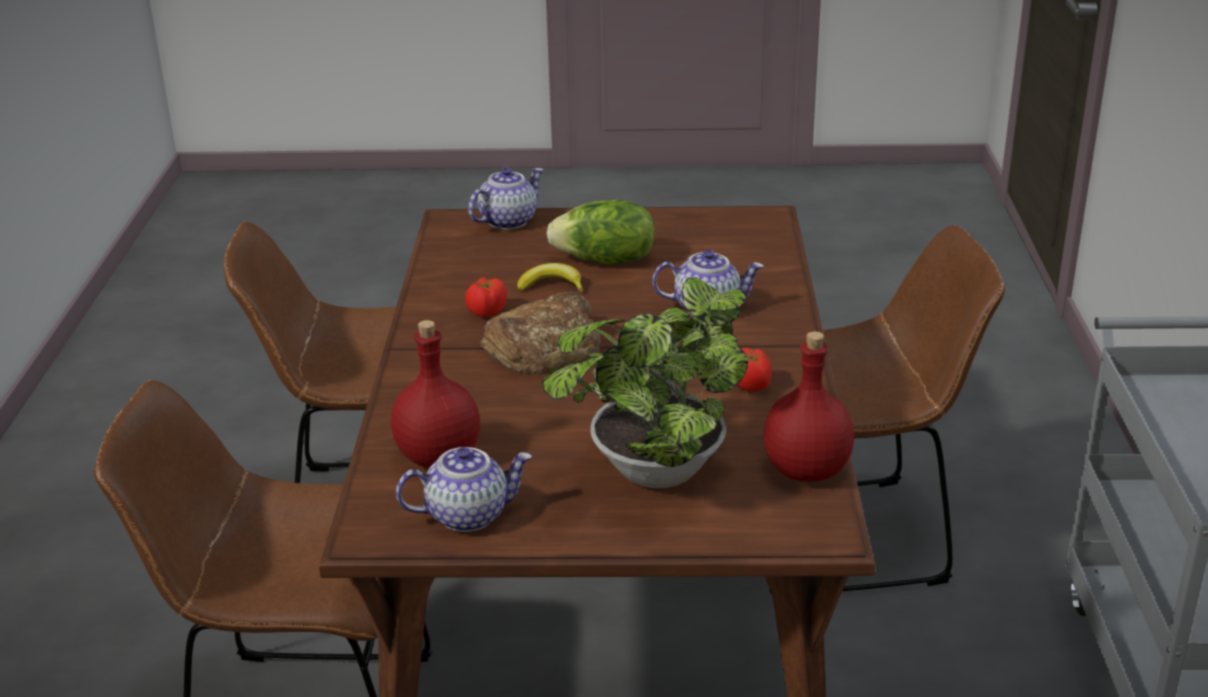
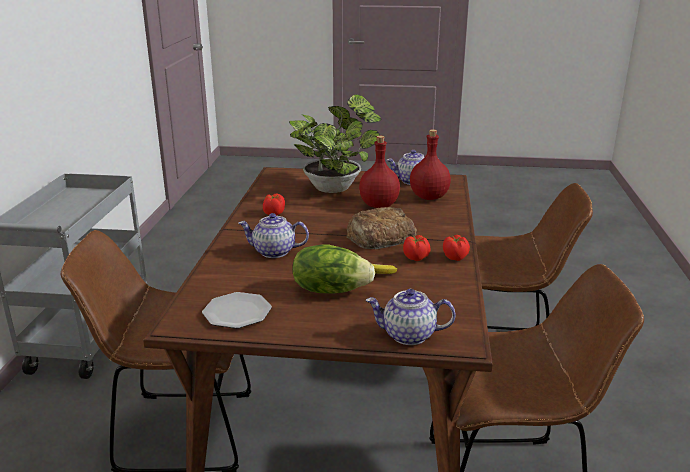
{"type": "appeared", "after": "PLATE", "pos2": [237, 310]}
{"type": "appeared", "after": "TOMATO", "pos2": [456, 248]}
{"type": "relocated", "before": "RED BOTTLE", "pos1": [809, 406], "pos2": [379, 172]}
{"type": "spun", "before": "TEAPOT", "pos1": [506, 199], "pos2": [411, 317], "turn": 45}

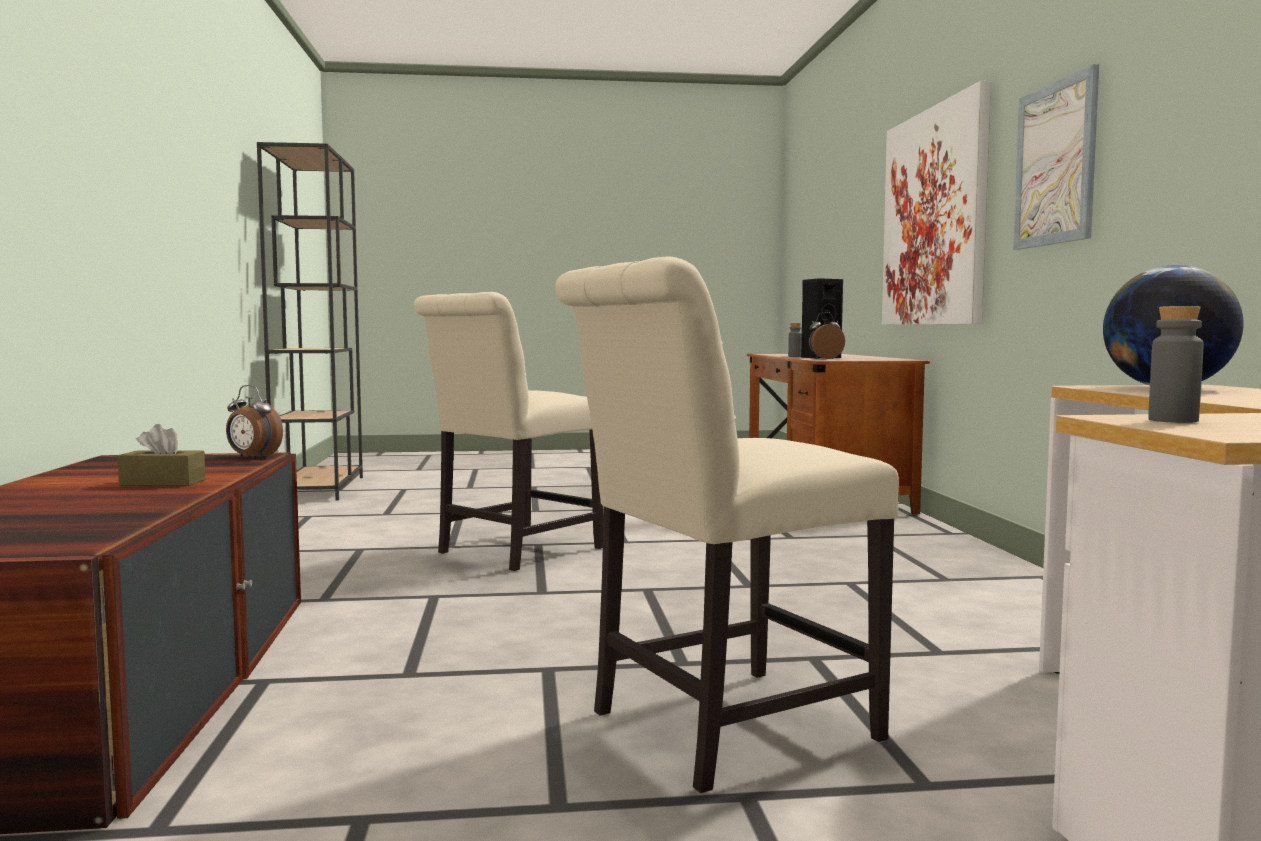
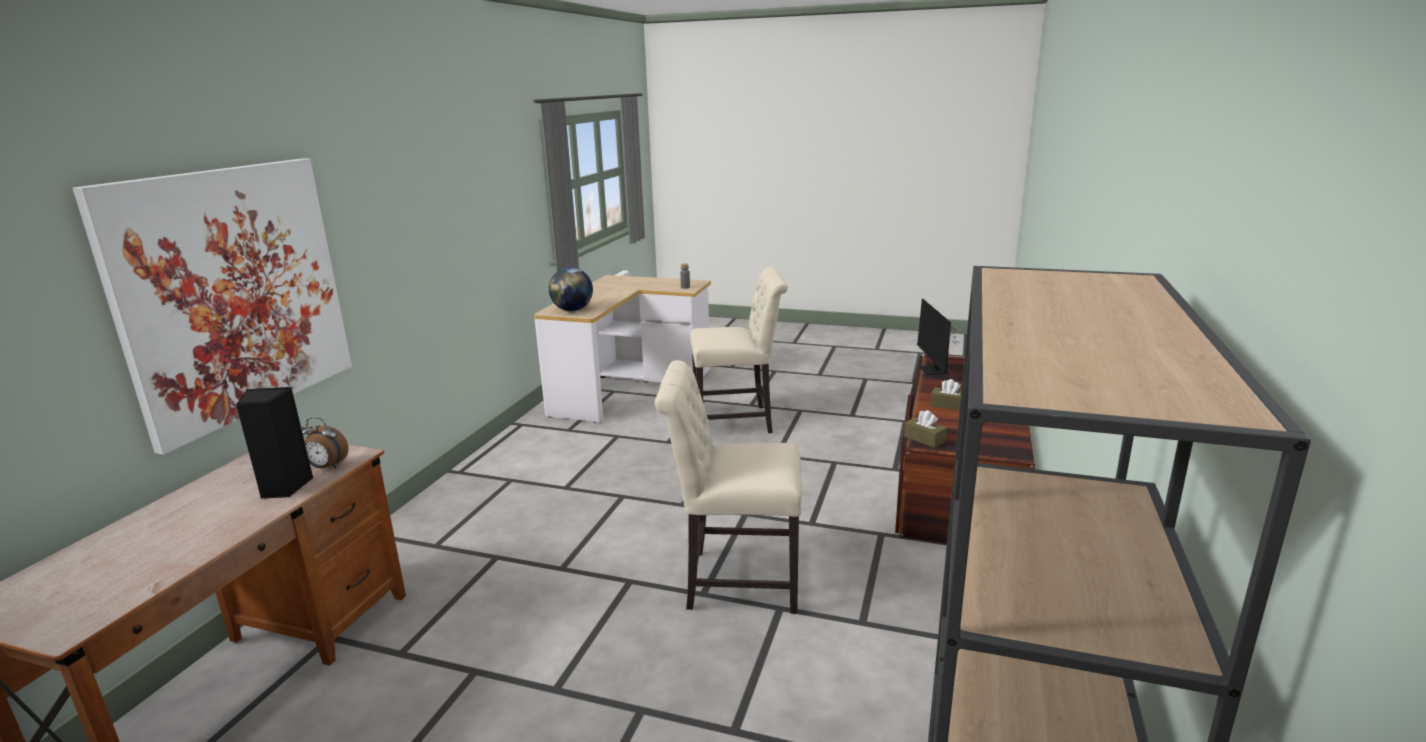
{"type": "missing", "before": "GREY BOTTLE", "pos1": [795, 340]}
{"type": "missing", "before": "PICTURE", "pos1": [1056, 157]}
{"type": "appeared", "after": "MONITOR", "pos2": [938, 336]}
{"type": "exchanged", "before": "ALARM CLOCK", "after": "BROWN TISSUE BOX", "pos1": [254, 422], "pos2": [925, 429]}
{"type": "spun", "before": "BEIGE CHAIR", "pos1": [508, 431], "pos2": [728, 487], "turn": -150}

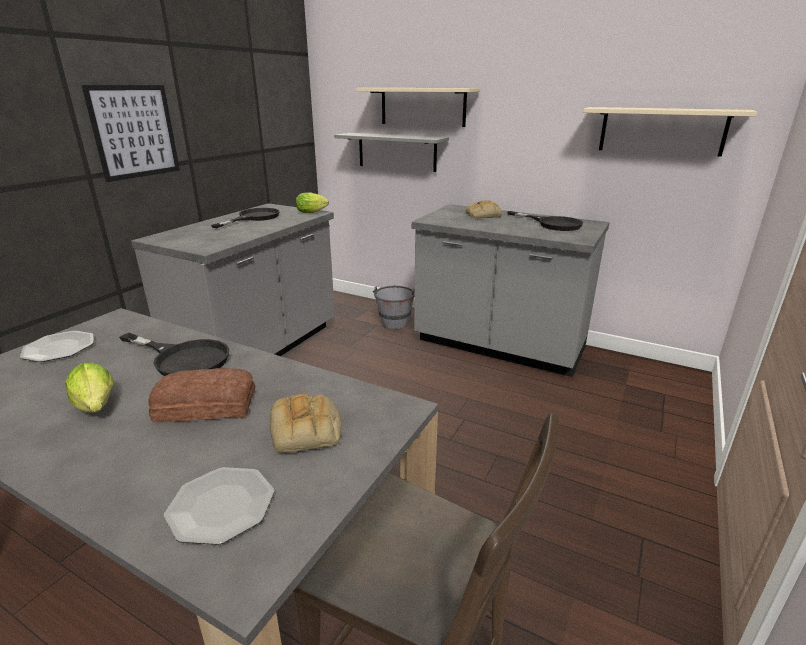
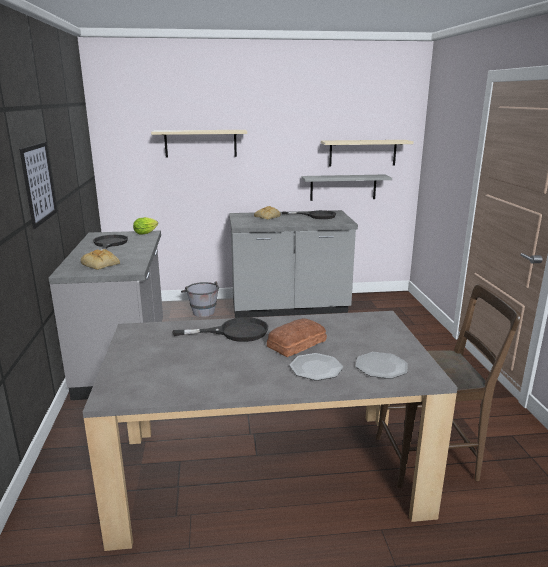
{"type": "missing", "before": "LETTUCE", "pos1": [89, 387]}
{"type": "relocated", "before": "PLATE", "pos1": [57, 346], "pos2": [316, 367]}
{"type": "relocated", "before": "BREAD", "pos1": [306, 423], "pos2": [100, 259]}
{"type": "relocated", "before": "GREY SHELF", "pos1": [391, 152], "pos2": [347, 188]}

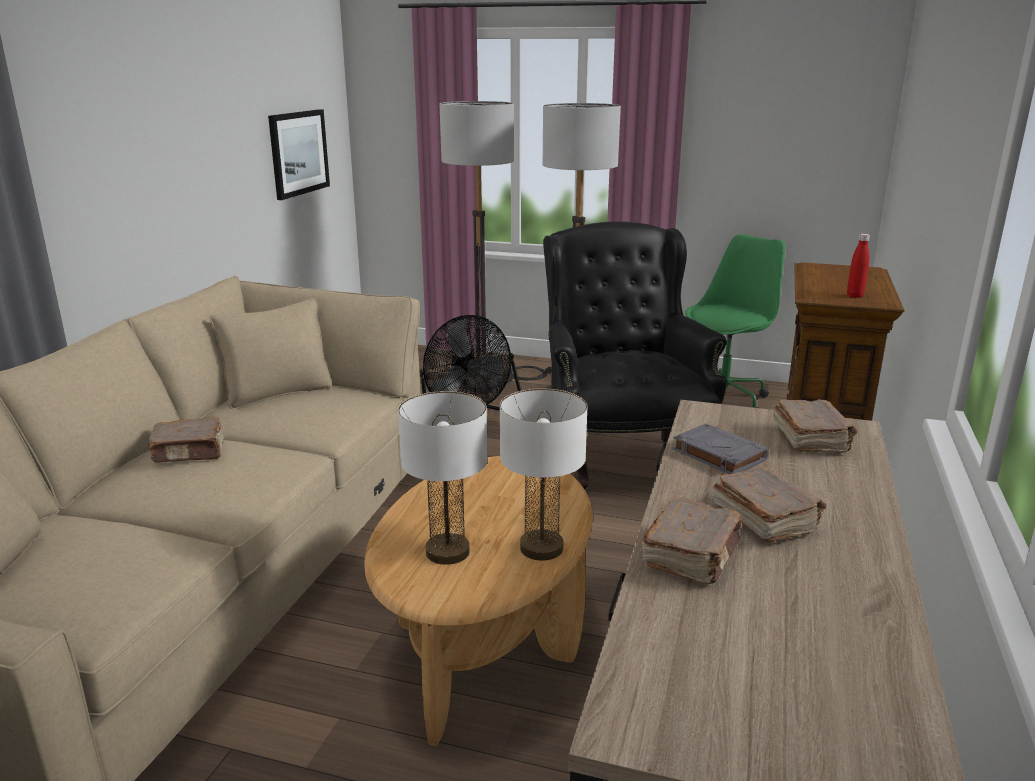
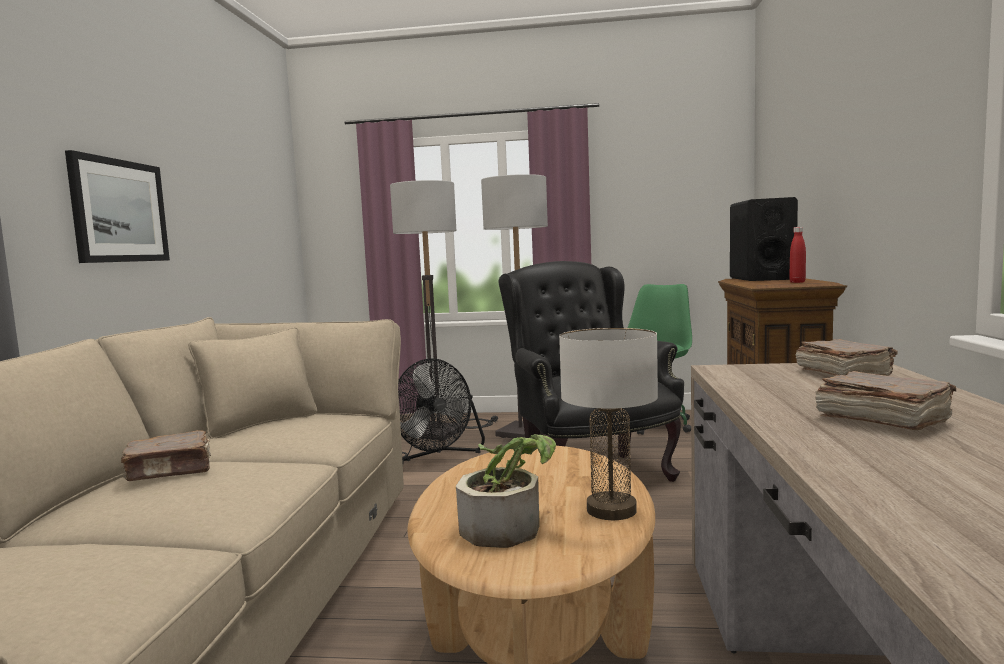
{"type": "missing", "before": "BROWN BOOK", "pos1": [692, 540]}
{"type": "missing", "before": "GREY BOOK", "pos1": [720, 448]}
{"type": "appeared", "after": "BLACK SPEAKER", "pos2": [764, 239]}
{"type": "relocated", "before": "PICTURE", "pos1": [299, 154], "pos2": [117, 206]}
{"type": "exchanged", "before": "TABLE LAMP", "after": "POTTED PLANT", "pos1": [442, 478], "pos2": [506, 491]}

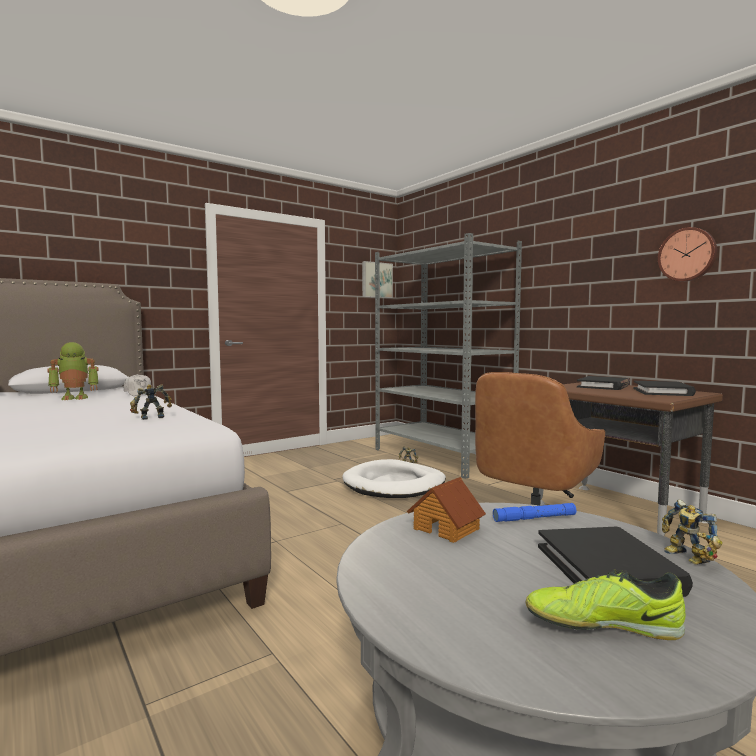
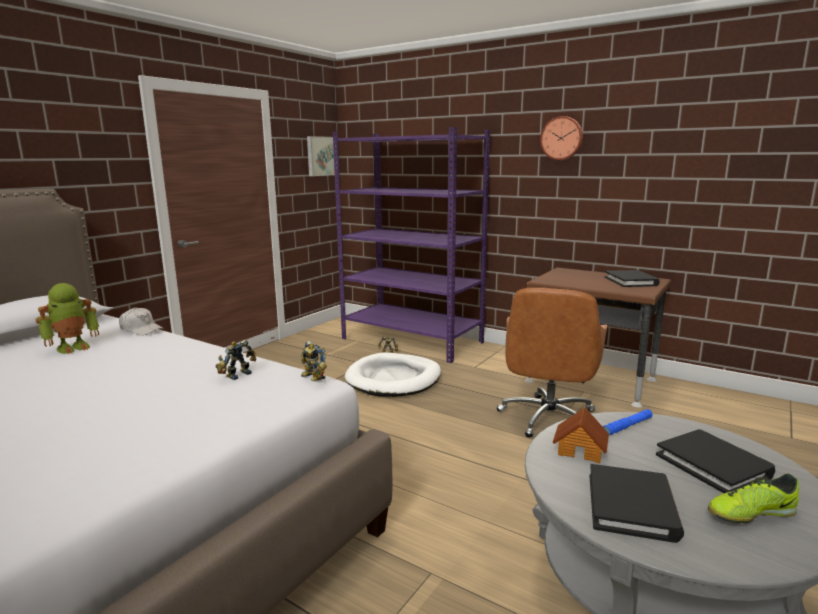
{"type": "relocated", "before": "BLACK BOOK", "pos1": [603, 383], "pos2": [637, 503]}
{"type": "relocated", "before": "WALL CLOCK", "pos1": [687, 254], "pos2": [561, 138]}
{"type": "relocated", "before": "TOY ROBOT", "pos1": [692, 532], "pos2": [314, 360]}
{"type": "colour", "before": "GREY BOOKCASE", "after": "PURPLE BOOKCASE", "pos1": [448, 356], "pos2": [411, 245]}

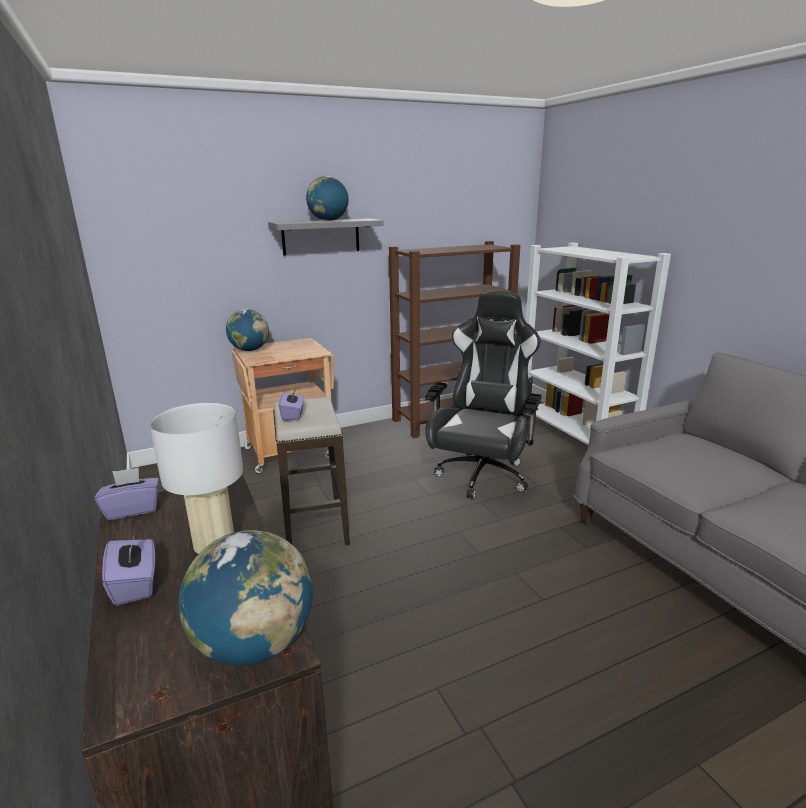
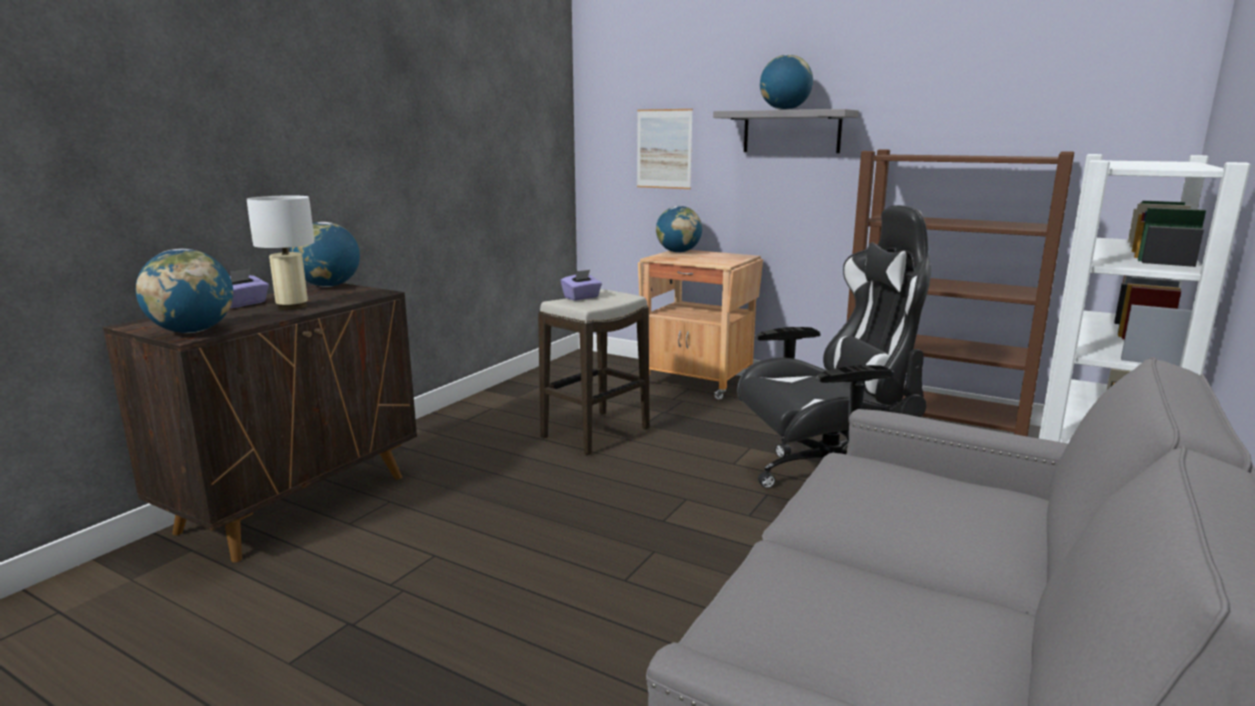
{"type": "appeared", "after": "PICTURE", "pos2": [665, 149]}
{"type": "exchanged", "before": "PURPLE TISSUE BOX", "after": "GLOBE", "pos1": [127, 493], "pos2": [325, 254]}

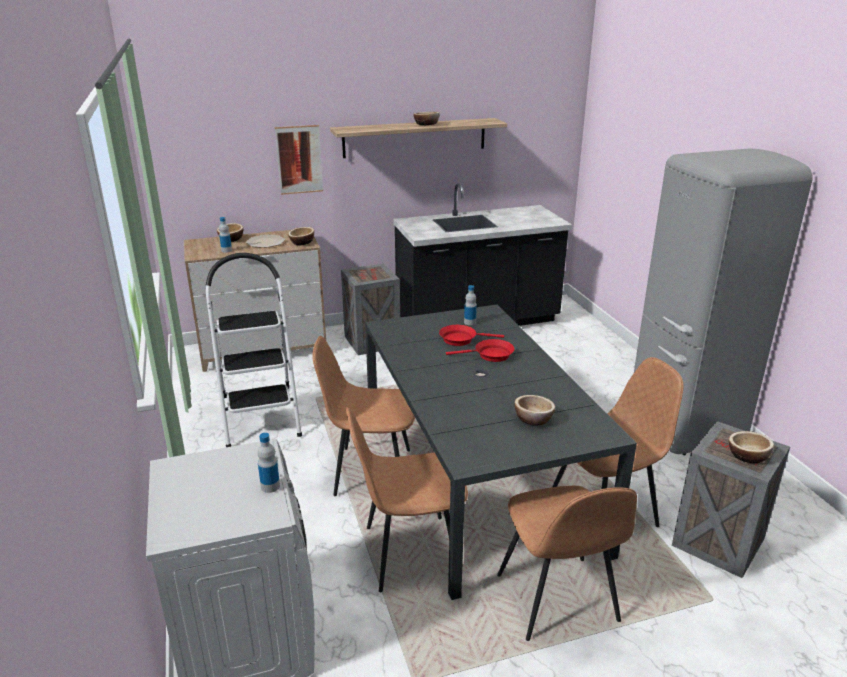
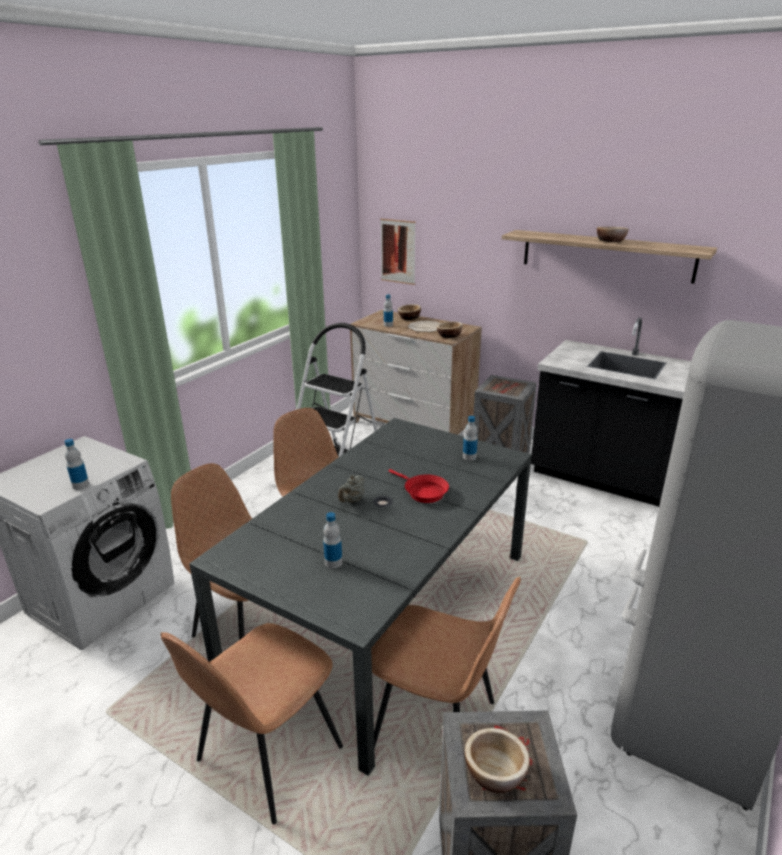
{"type": "missing", "before": "RED FRYING PAN", "pos1": [471, 335]}
{"type": "appeared", "after": "GREY TEAPOT", "pos2": [351, 489]}
{"type": "relocated", "before": "PICTURE", "pos1": [299, 160], "pos2": [398, 252]}
{"type": "exchanged", "before": "BOWL", "after": "BOTTLE", "pos1": [535, 410], "pos2": [333, 540]}

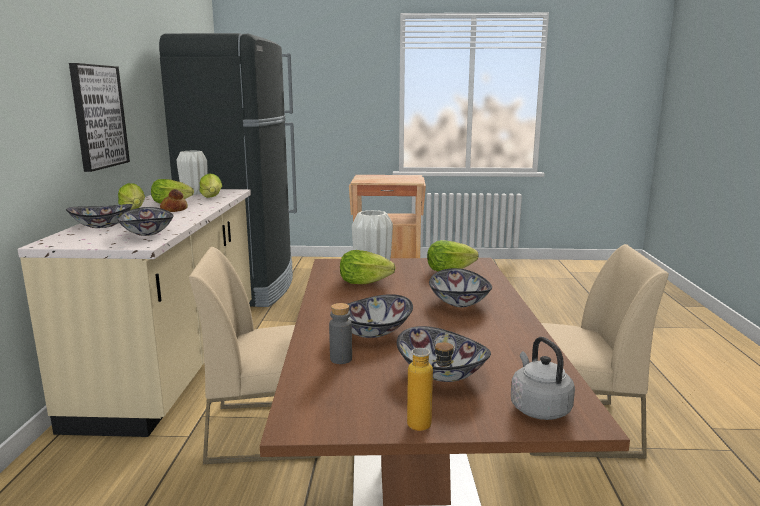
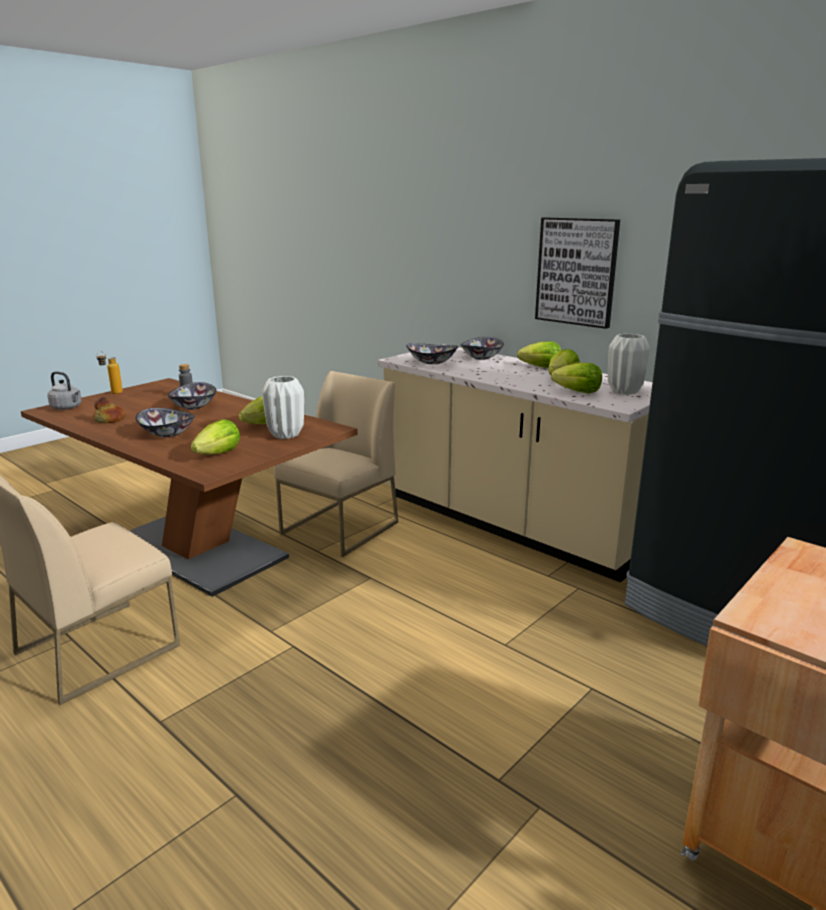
{"type": "missing", "before": "BOWL", "pos1": [444, 354]}
{"type": "relocated", "before": "BREAD", "pos1": [174, 200], "pos2": [109, 410]}

